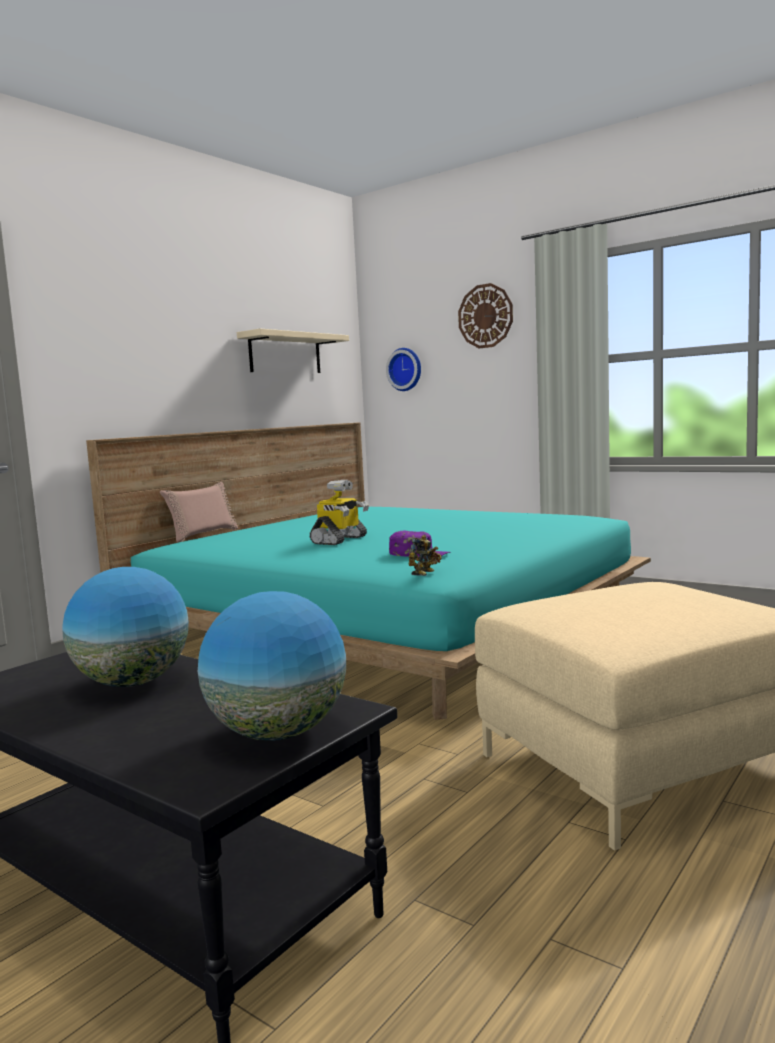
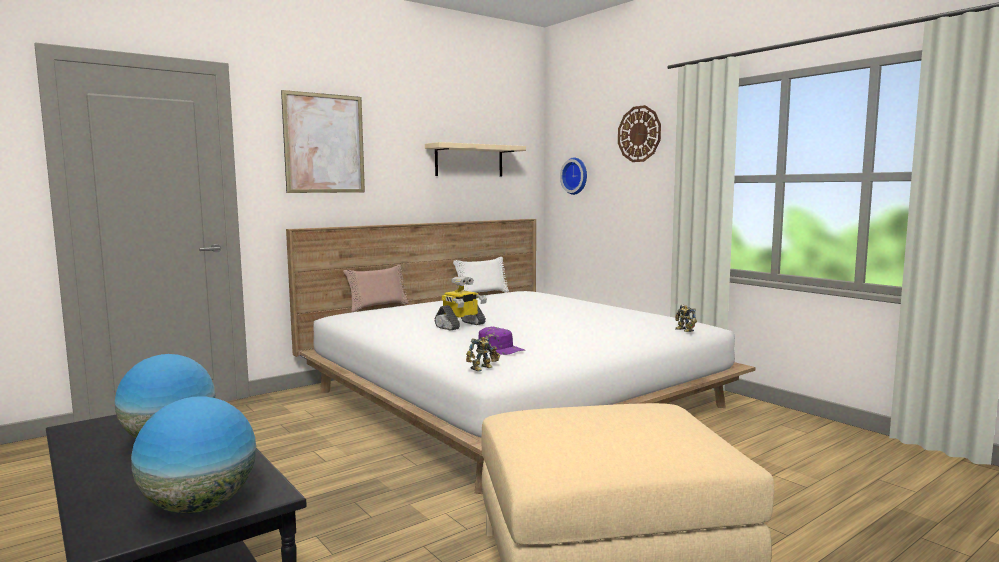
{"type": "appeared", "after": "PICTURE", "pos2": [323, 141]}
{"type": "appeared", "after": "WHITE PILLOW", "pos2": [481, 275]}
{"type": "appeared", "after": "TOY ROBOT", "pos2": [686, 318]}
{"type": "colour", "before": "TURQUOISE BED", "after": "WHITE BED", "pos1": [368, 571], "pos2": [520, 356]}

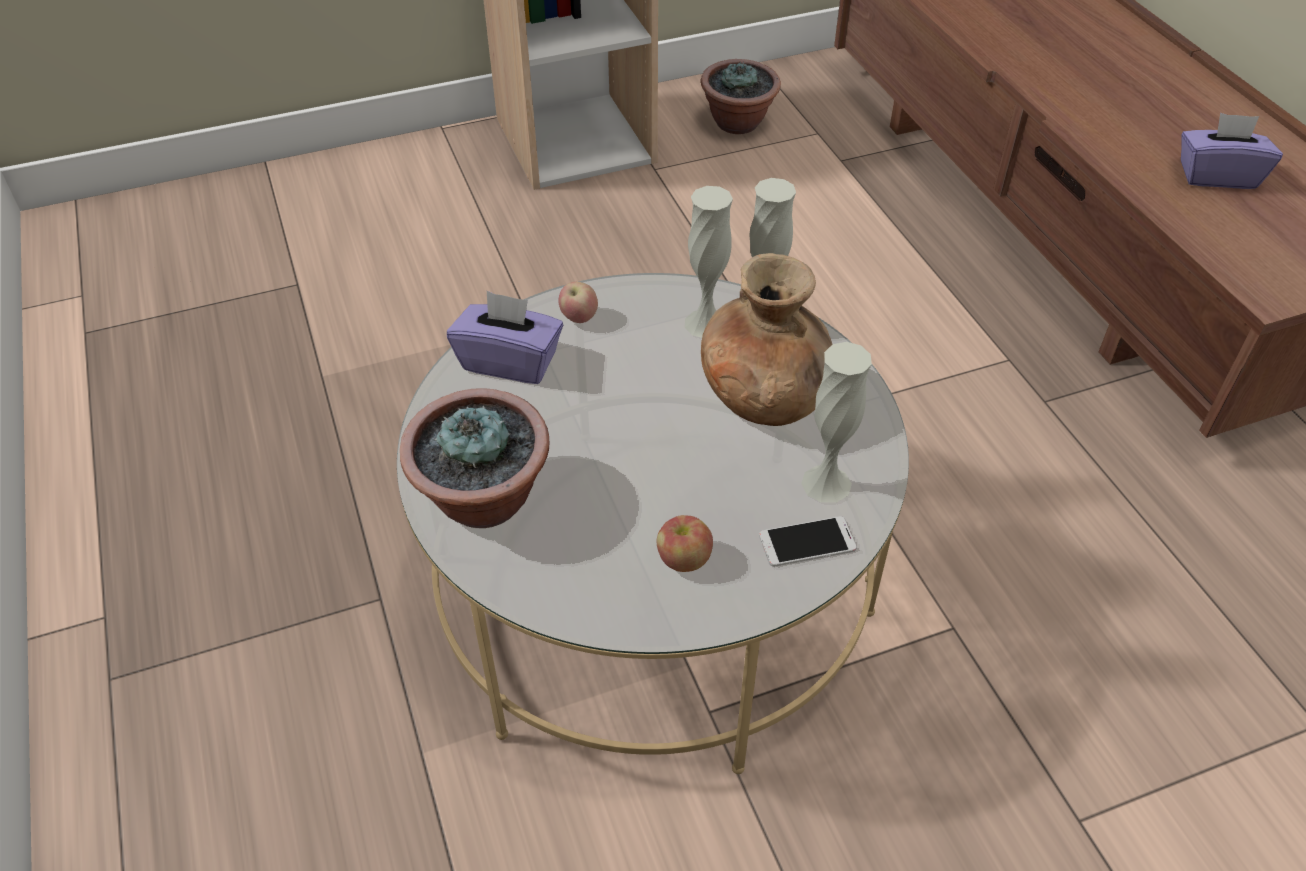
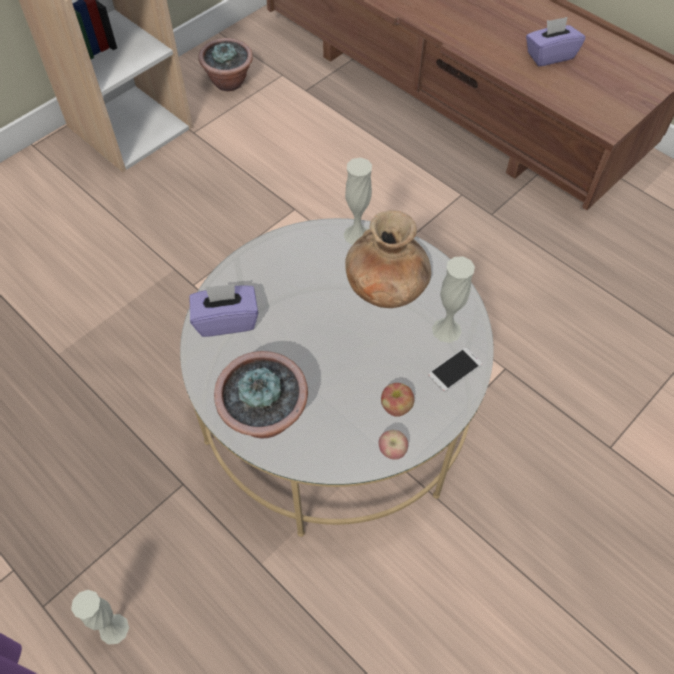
{"type": "relocated", "before": "APPLE", "pos1": [578, 302], "pos2": [393, 445]}
{"type": "relocated", "before": "WHITE VASE", "pos1": [709, 262], "pos2": [100, 617]}

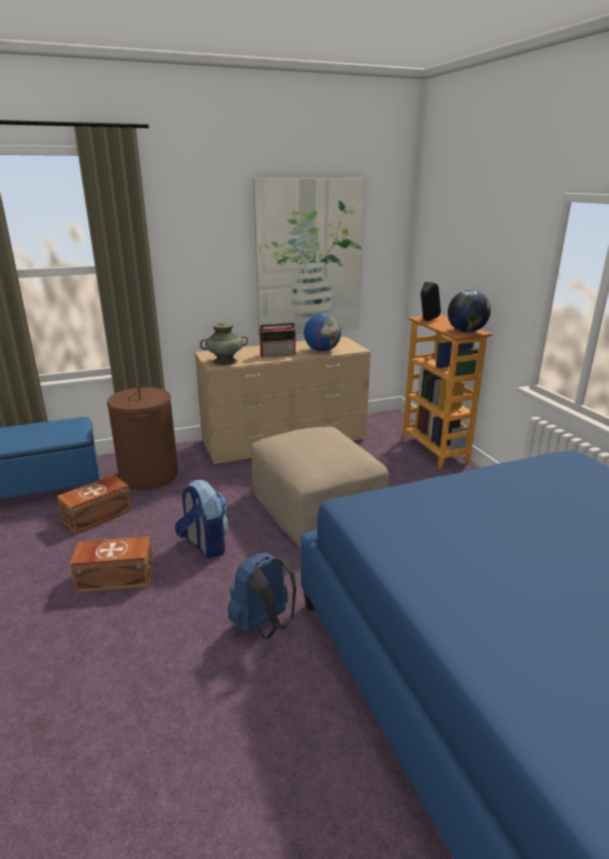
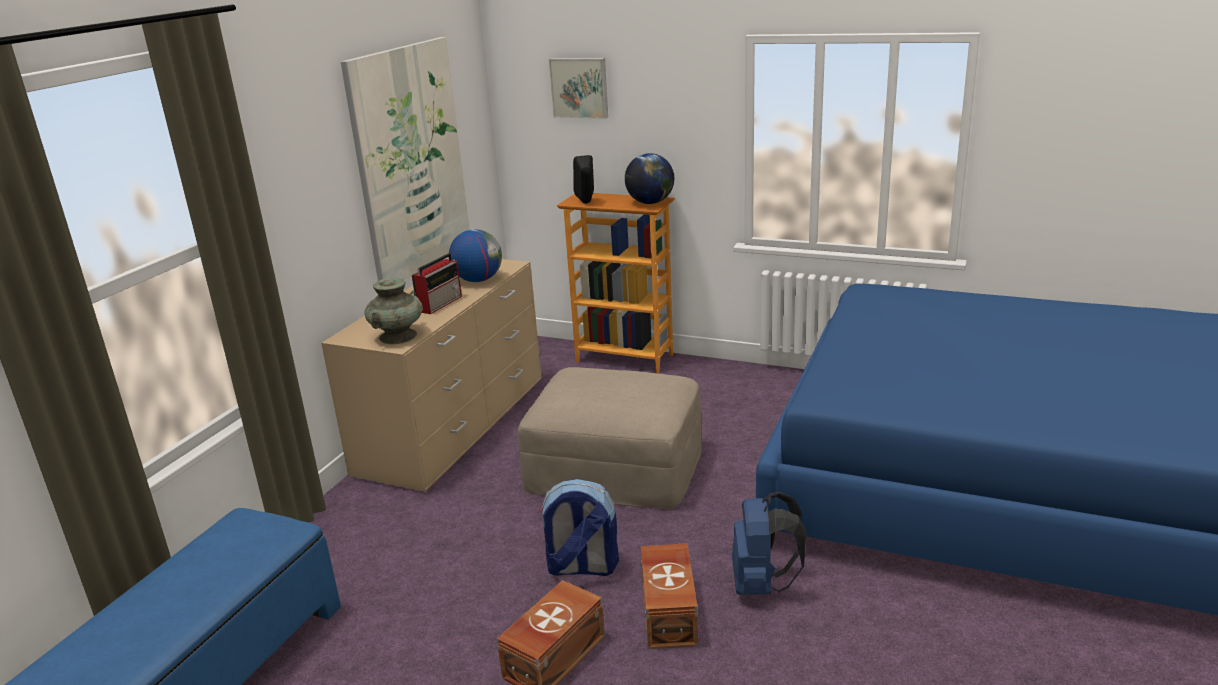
{"type": "missing", "before": "BROWN LAUNDRY BASKET", "pos1": [142, 436]}
{"type": "appeared", "after": "PICTURE", "pos2": [578, 88]}
{"type": "relocated", "before": "BROWN STORAGE BOX", "pos1": [94, 504], "pos2": [669, 596]}

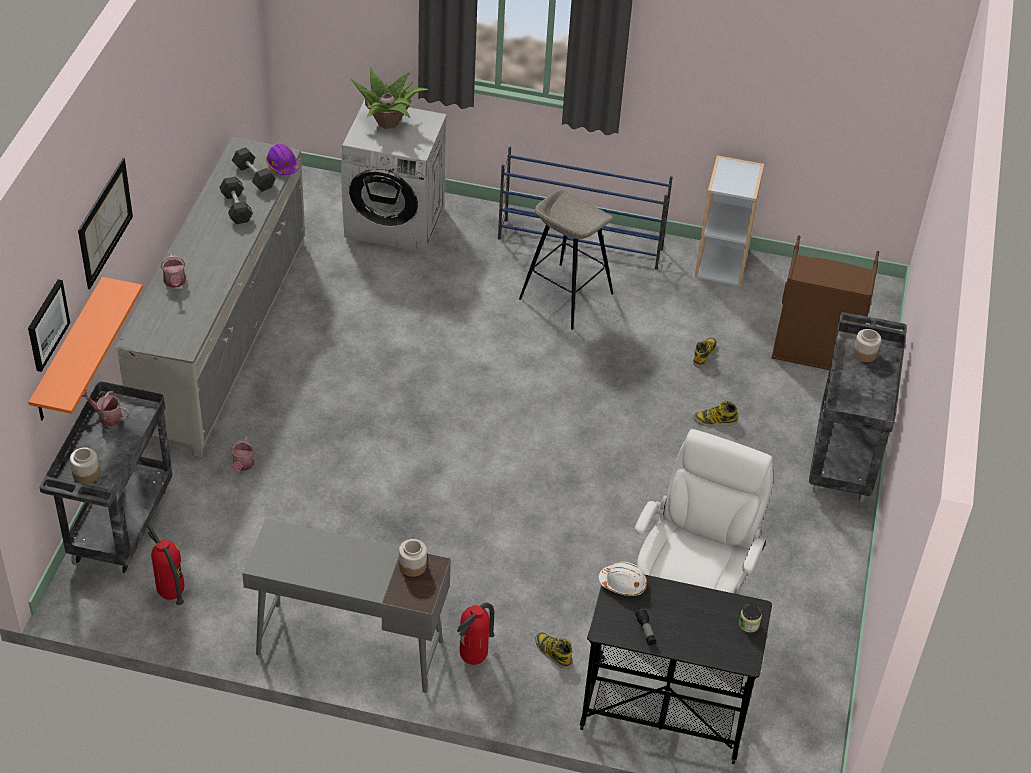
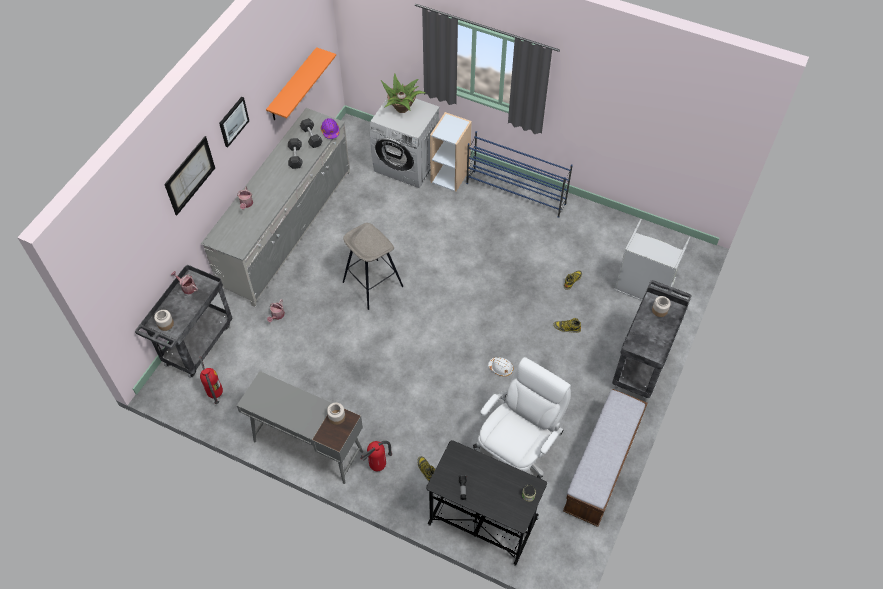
{"type": "appeared", "after": "BENCH", "pos2": [605, 458]}
{"type": "relocated", "before": "ORANGE SHELF", "pos1": [85, 349], "pos2": [301, 83]}
{"type": "relocated", "before": "PICTURE", "pos1": [49, 325], "pos2": [234, 122]}
{"type": "relocated", "before": "GREY STOOL", "pos1": [566, 260], "pos2": [373, 266]}
{"type": "relocated", "before": "WHITE HARD HAT", "pos1": [623, 579], "pos2": [500, 367]}
{"type": "relocated", "before": "BOOKCASE", "pos1": [729, 220], "pos2": [451, 152]}
{"type": "colour", "before": "BROWN LAUNDRY BASKET", "after": "GREY LAUNDRY BASKET", "pos1": [825, 302], "pos2": [652, 260]}

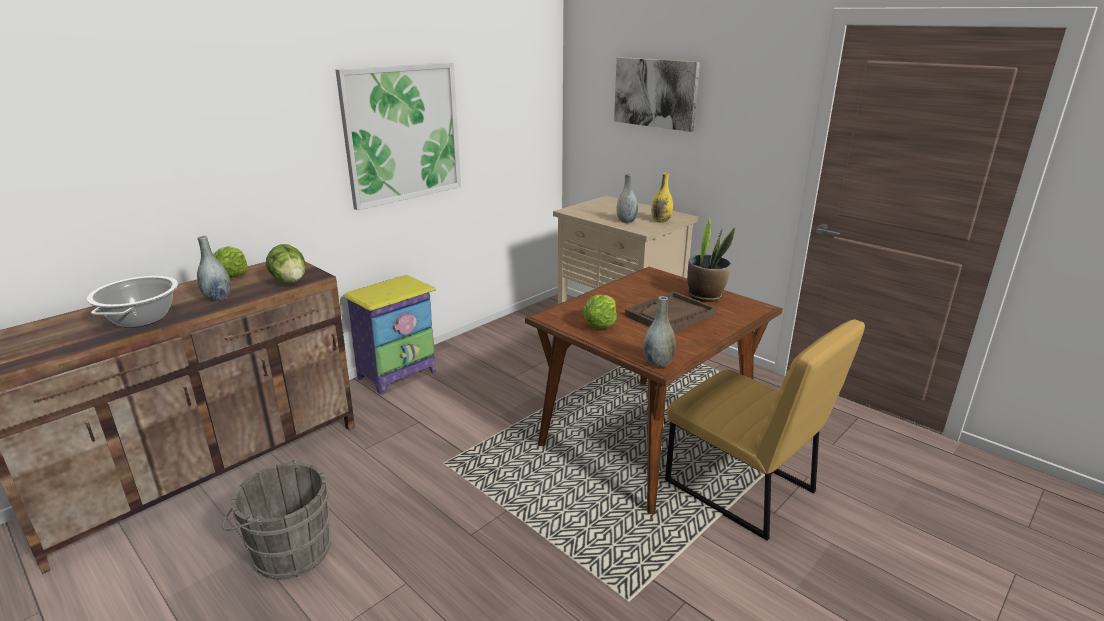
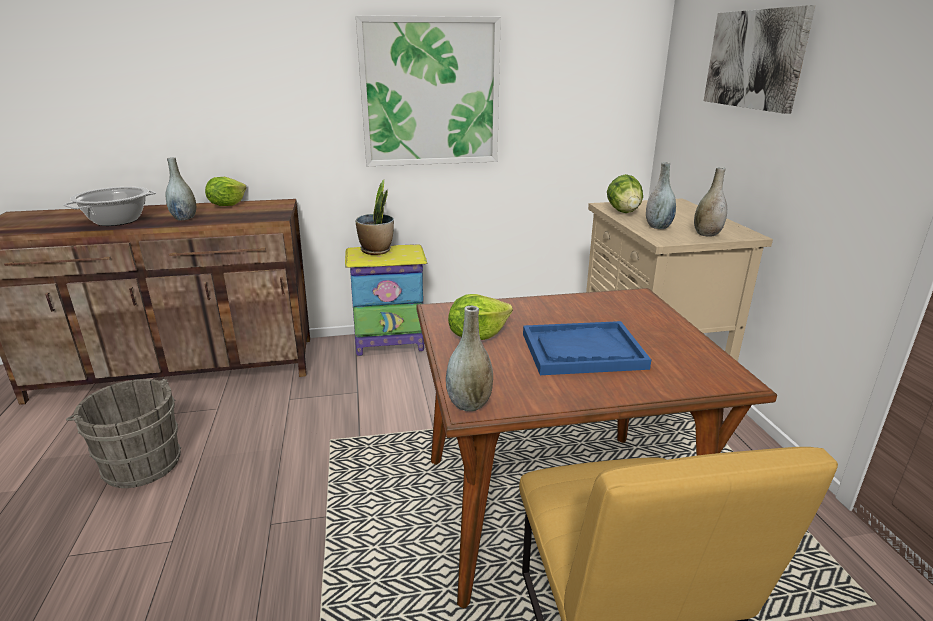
{"type": "relocated", "before": "LETTUCE", "pos1": [286, 264], "pos2": [625, 193]}
{"type": "relocated", "before": "POTTED PLANT", "pos1": [711, 259], "pos2": [375, 217]}
{"type": "colour", "before": "BROWN TRAY", "after": "BLUE TRAY", "pos1": [671, 312], "pos2": [587, 348]}
{"type": "colour", "before": "YELLOW VASE", "after": "GREY VASE", "pos1": [662, 197], "pos2": [710, 202]}

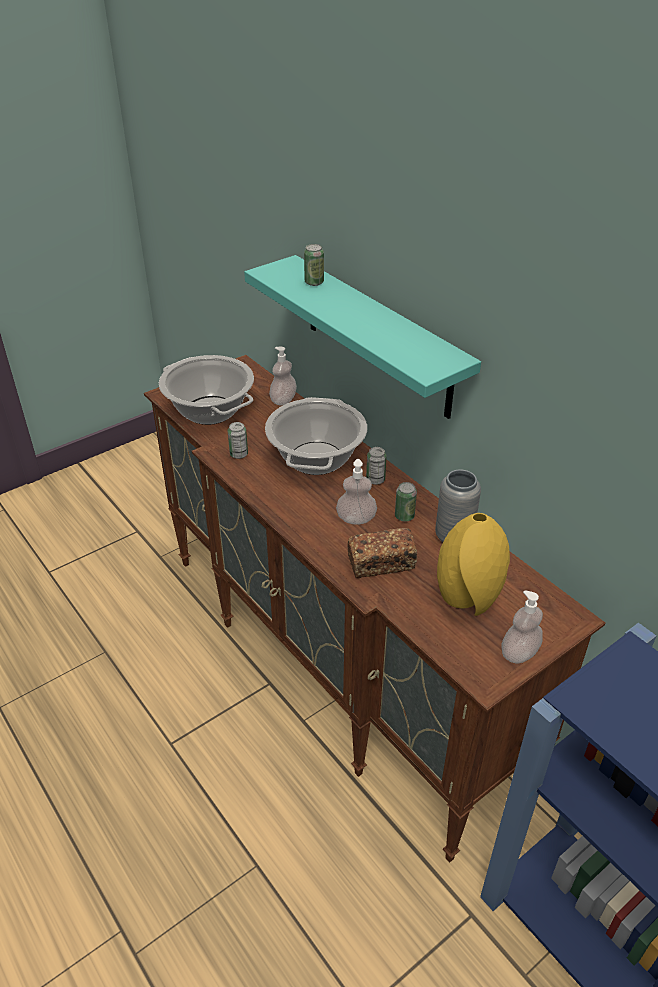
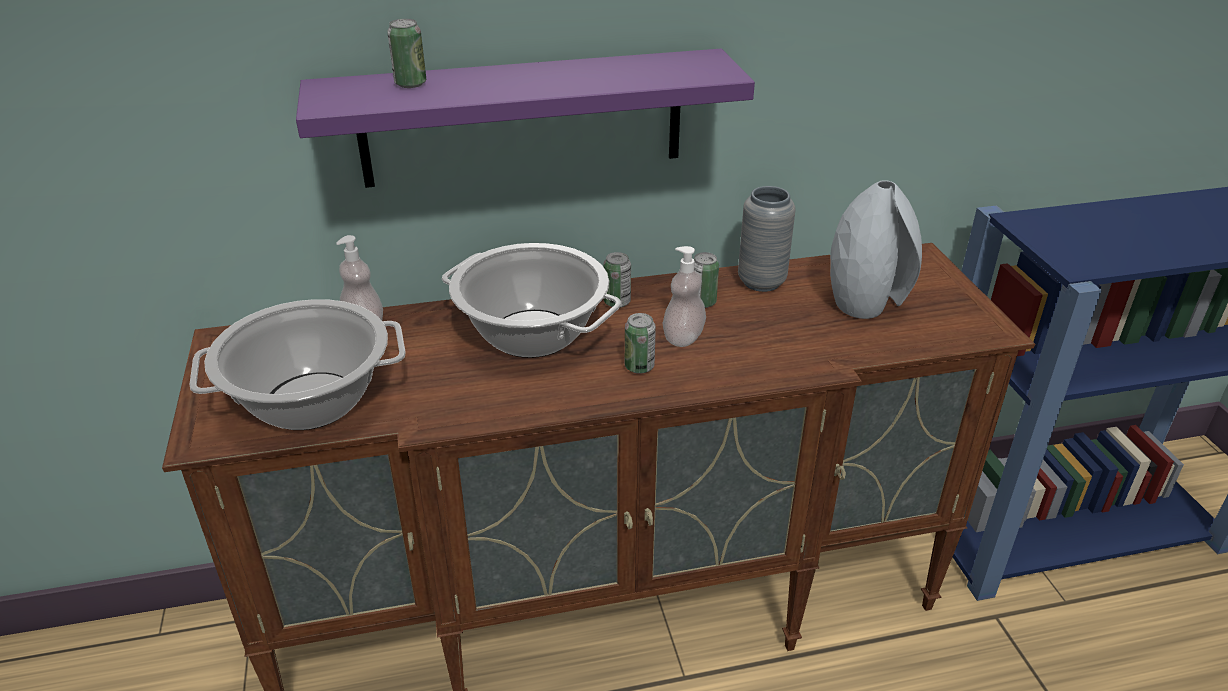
{"type": "missing", "before": "BREAD", "pos1": [383, 553]}
{"type": "missing", "before": "SOAP DISPENSER", "pos1": [522, 627]}
{"type": "relocated", "before": "CAN", "pos1": [238, 440], "pos2": [640, 343]}
{"type": "colour", "before": "TURQUOISE SHELF", "after": "PURPLE SHELF", "pos1": [362, 337], "pos2": [525, 118]}
{"type": "colour", "before": "YELLOW VASE", "after": "GREY VASE", "pos1": [473, 564], "pos2": [876, 249]}

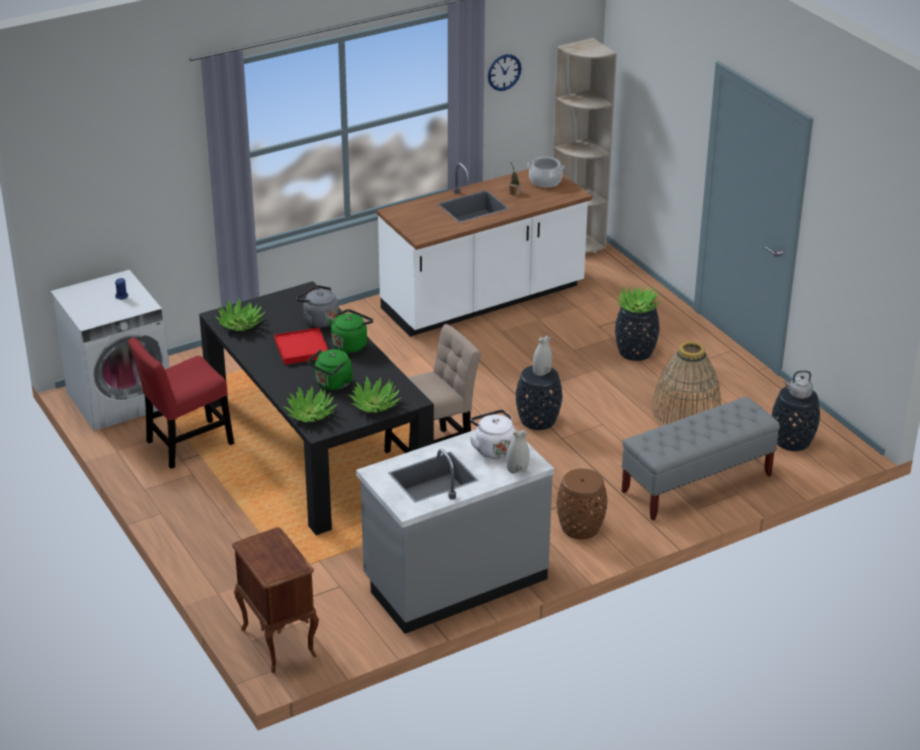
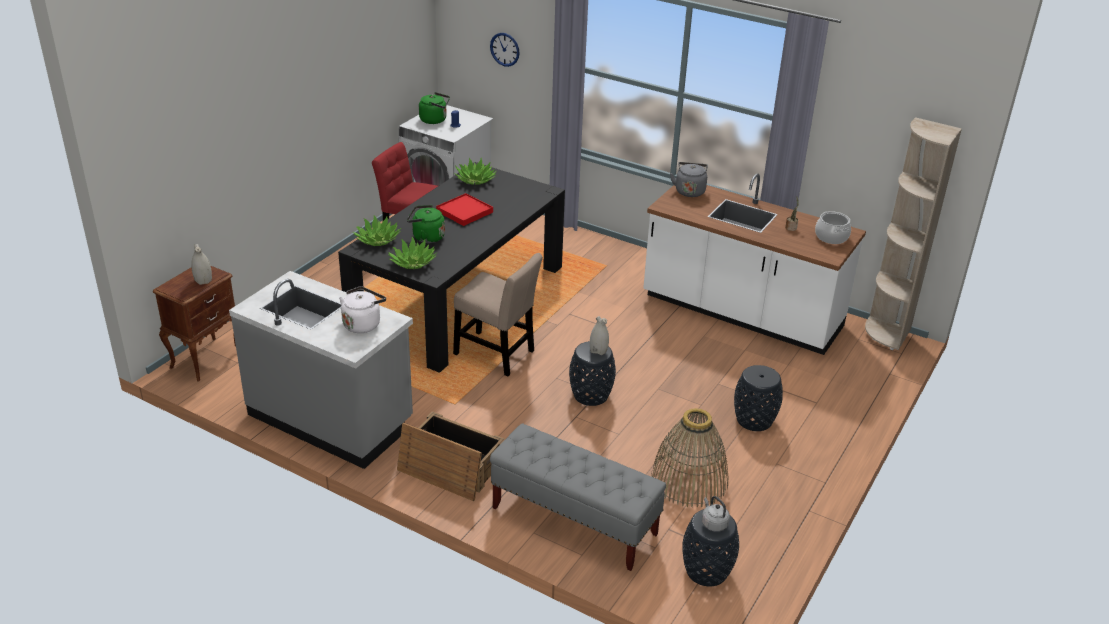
{"type": "missing", "before": "POTTED PLANT", "pos1": [638, 299]}
{"type": "relocated", "before": "GREY KETTLE", "pos1": [317, 306], "pos2": [689, 179]}
{"type": "relocated", "before": "GREEN KETTLE", "pos1": [351, 331], "pos2": [434, 108]}
{"type": "relocated", "before": "WALL CLOCK", "pos1": [504, 72], "pos2": [505, 50]}
{"type": "relocated", "before": "WHITE VASE", "pos1": [518, 452], "pos2": [201, 264]}
{"type": "exchanged", "before": "BROWN STOOL", "after": "CRATE", "pos1": [582, 503], "pos2": [451, 456]}

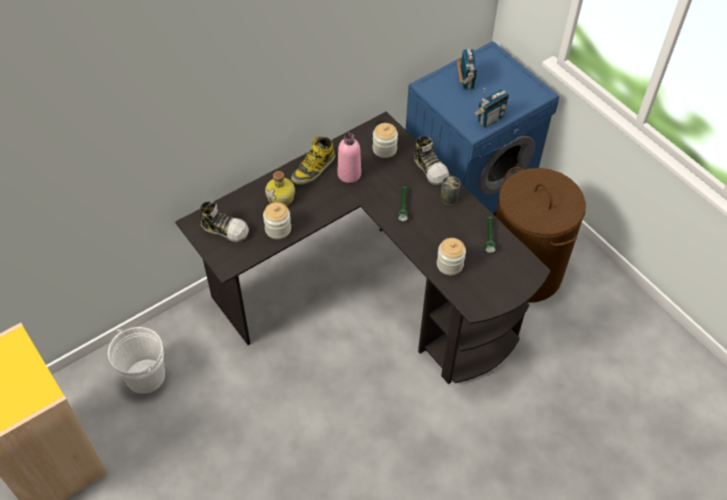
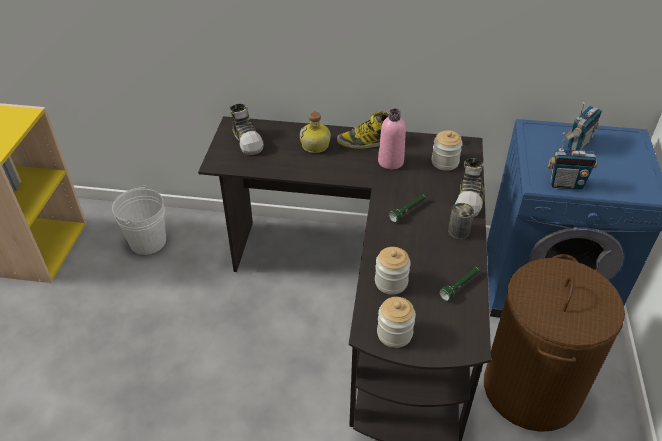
{"type": "relocated", "before": "JAR", "pos1": [277, 220], "pos2": [396, 322]}

